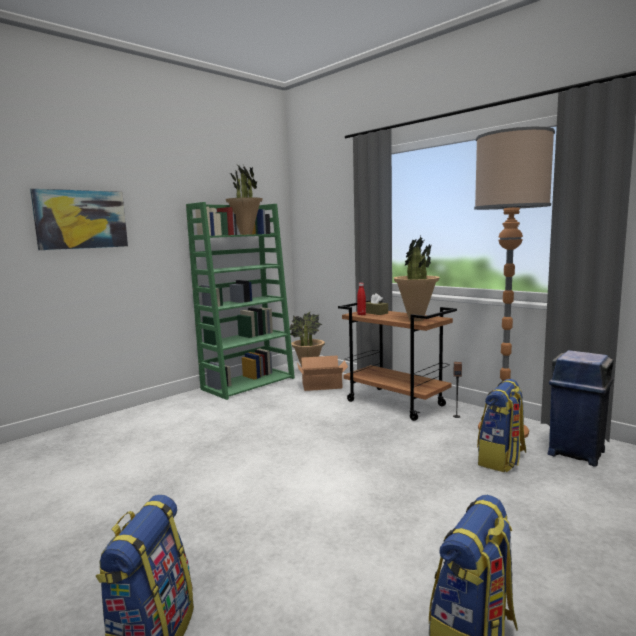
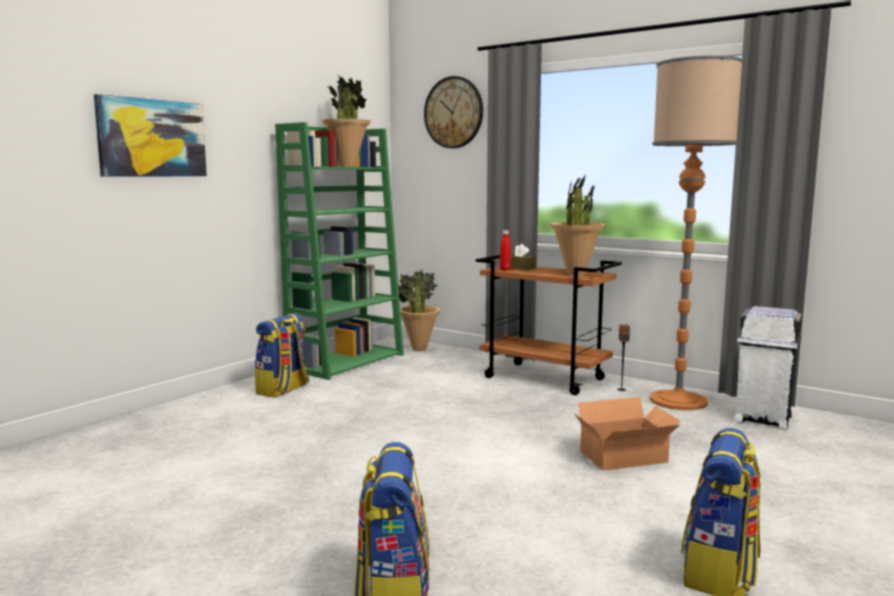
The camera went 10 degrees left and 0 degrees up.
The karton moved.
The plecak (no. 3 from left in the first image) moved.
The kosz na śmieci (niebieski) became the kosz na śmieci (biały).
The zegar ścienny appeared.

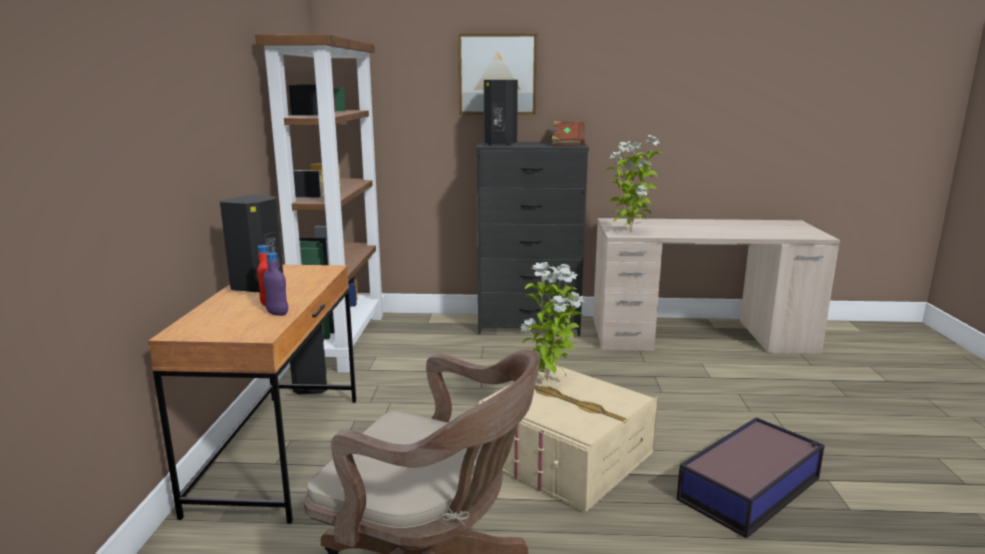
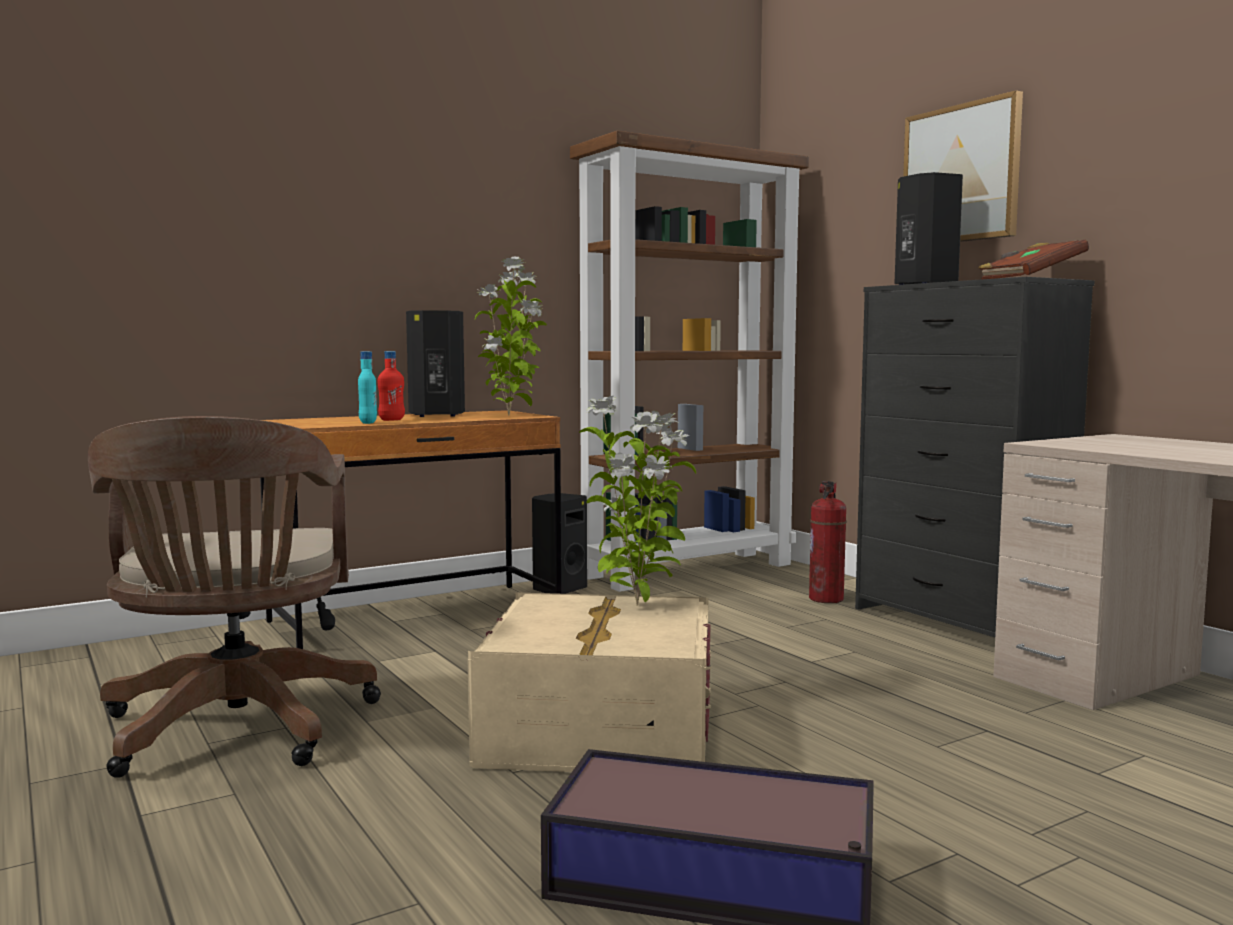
The camera went 55 degrees right and 10 degrees down.
The butelka (fioletowy) became the butelka (turkusowy).
The roślina doniczkowa (no. 2 from left in the first image) moved.
The gaśnica appeared.

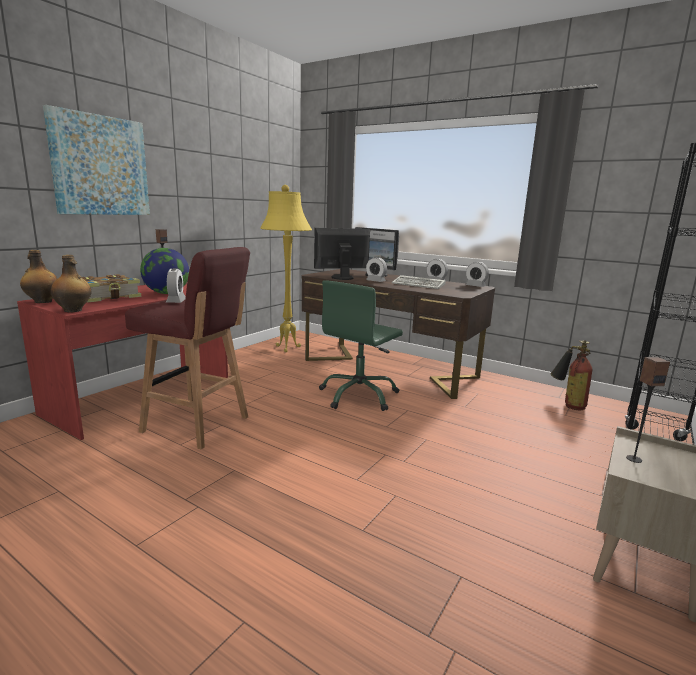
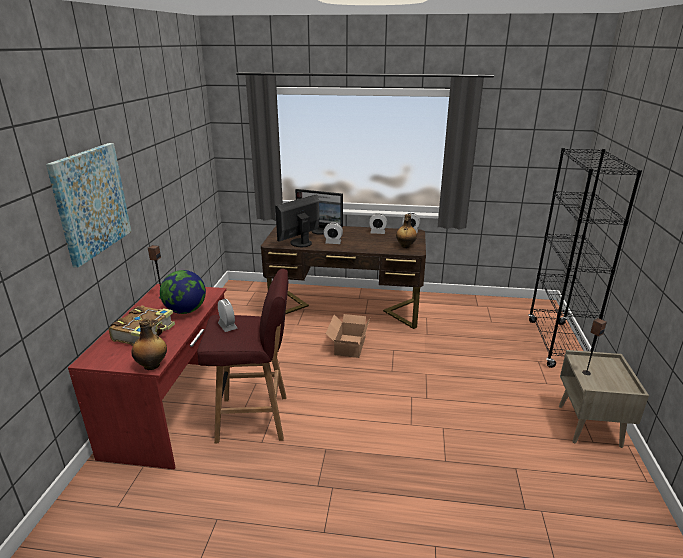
The camera went 25 degrees left and 10 degrees up.
The butelka (no. 1 from left in the first image) moved.
The lampa stojąca (żółty) disappeared.
The krzesło biurowe (zielony) was replaced by the karton.
The klawiatura disappeared.
The gaśnica disappeared.

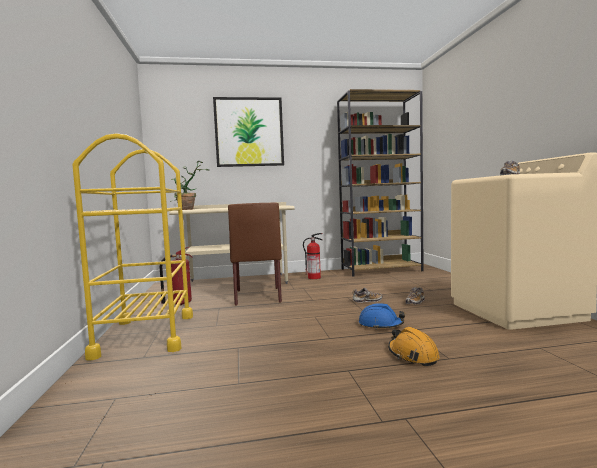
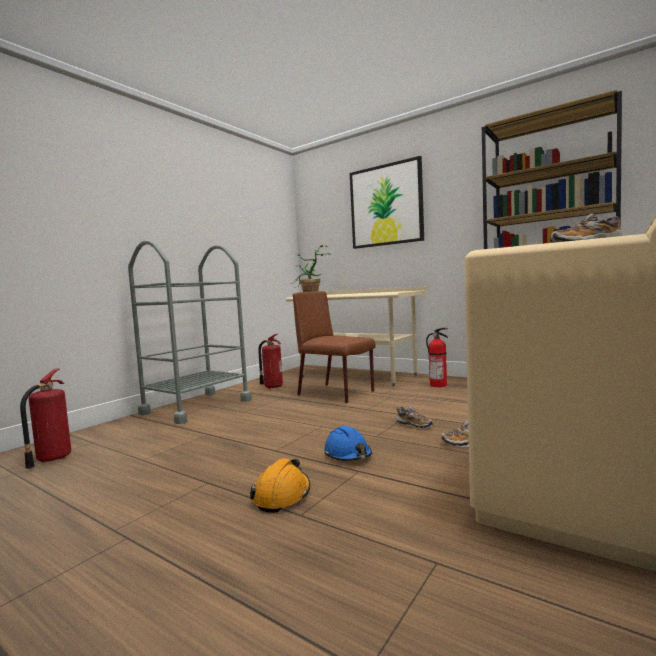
The camera went 45 degrees right and 0 degrees up.
The wózek (żółty) became the wózek (szary).
The krzesło (brązowy) turned 90 degrees clockwise.
The gaśnica (no. 1 from left) appeared.

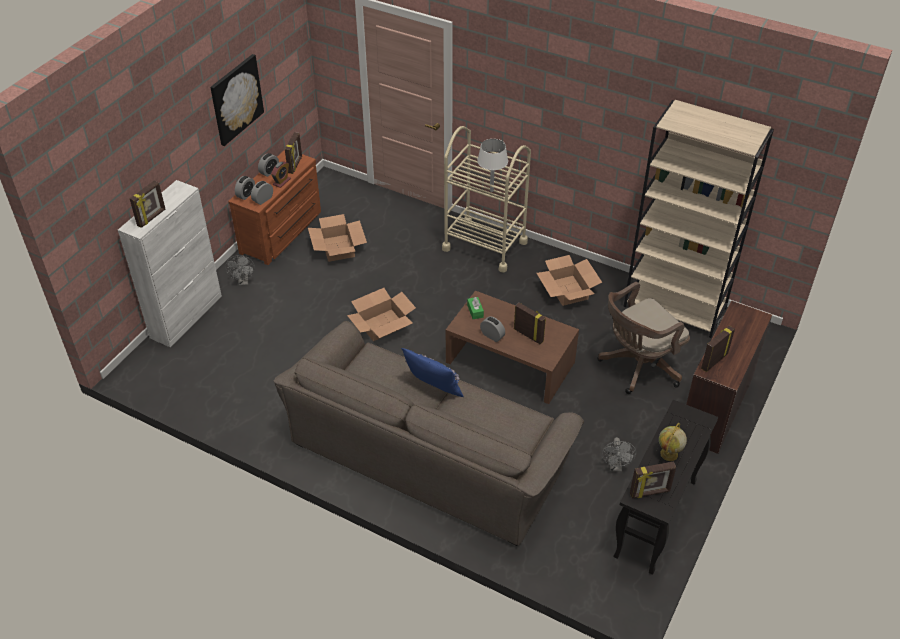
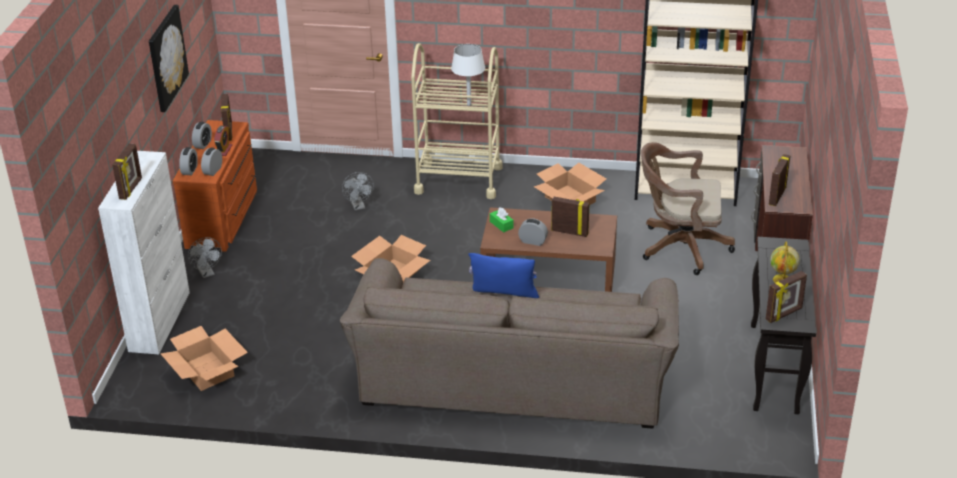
The camera went 20 degrees left and 10 degrees down.
The karton (no. 1 from left) moved.
The krzesło biurowe (brązowy) turned 60 degrees clockwise.
The wentylator (szary) (no. 2 from left) moved.

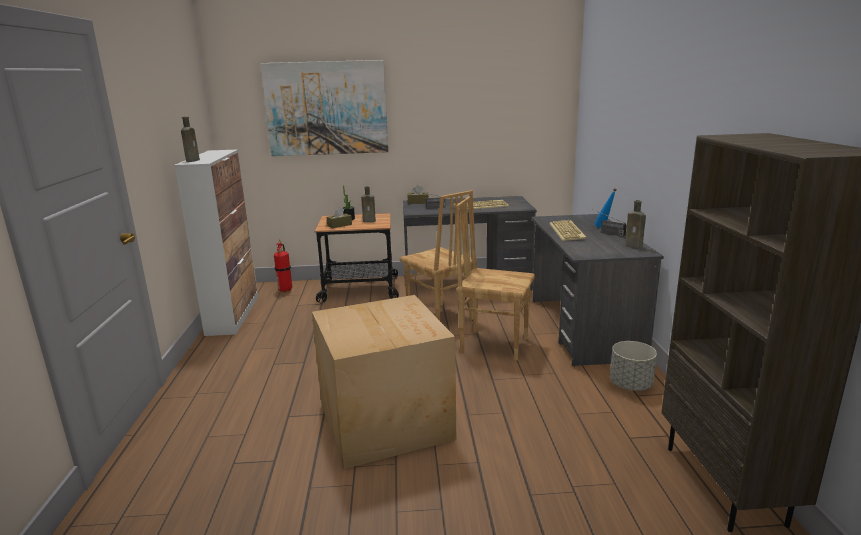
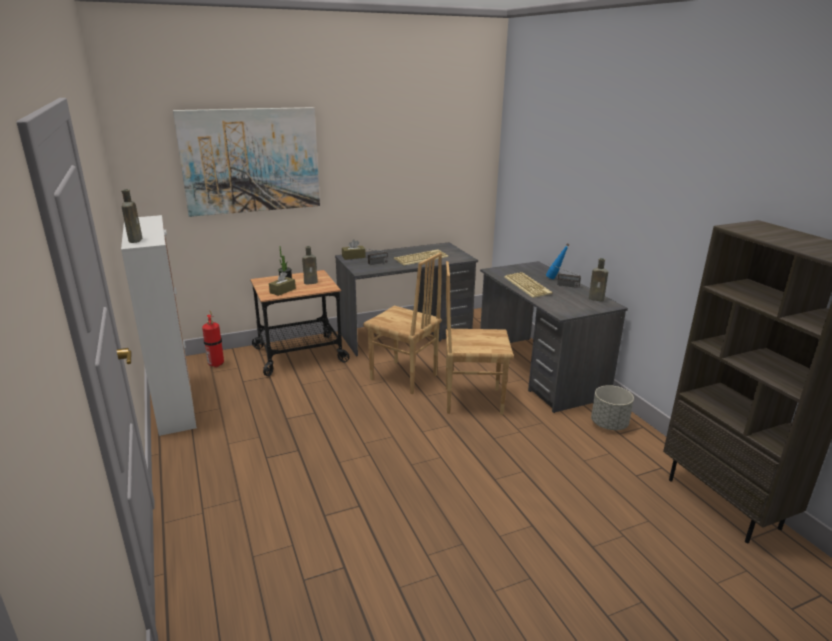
The camera went 20 degrees left and 5 degrees up.
The karton disappeared.

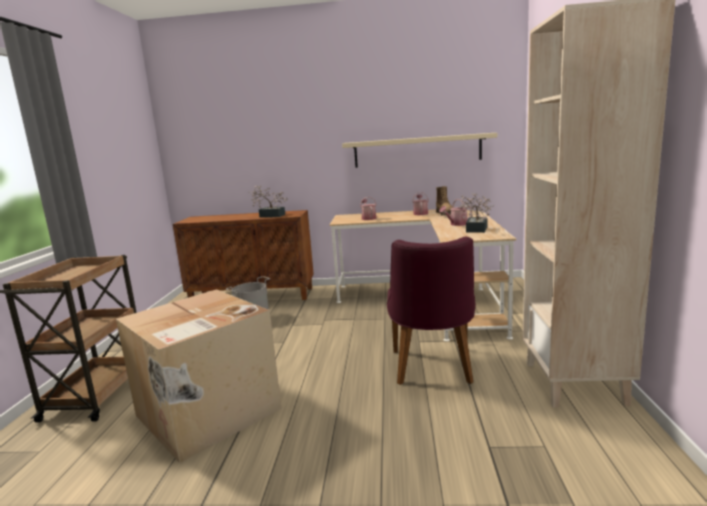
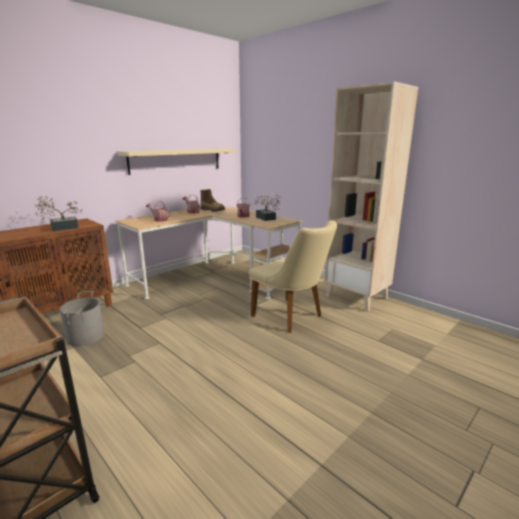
The camera went 50 degrees left and 5 degrees up.
The karton disappeared.
The krzesło (fioletowy) became the krzesło (beżowy).

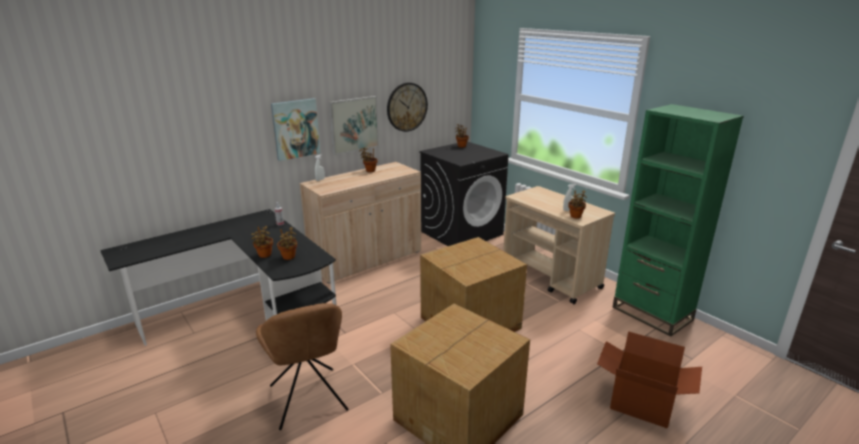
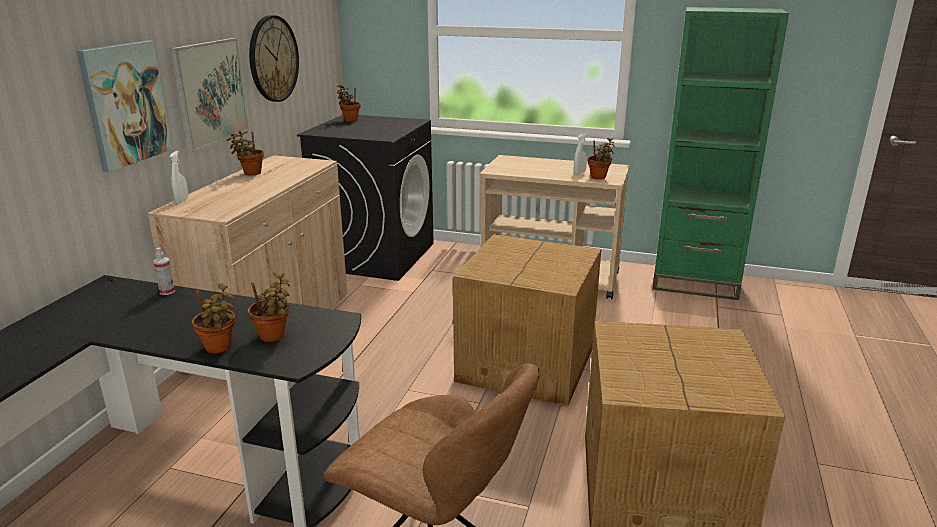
The camera went 35 degrees left and 0 degrees up.
The karton (no. 3 from left) disappeared.

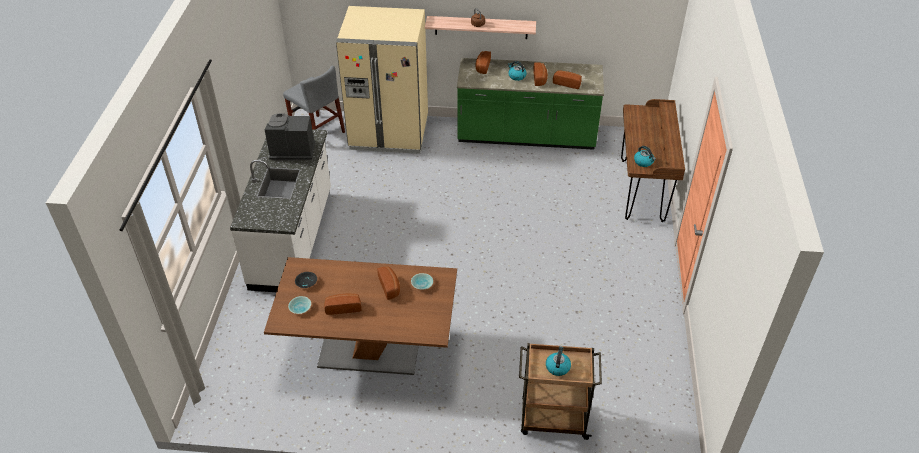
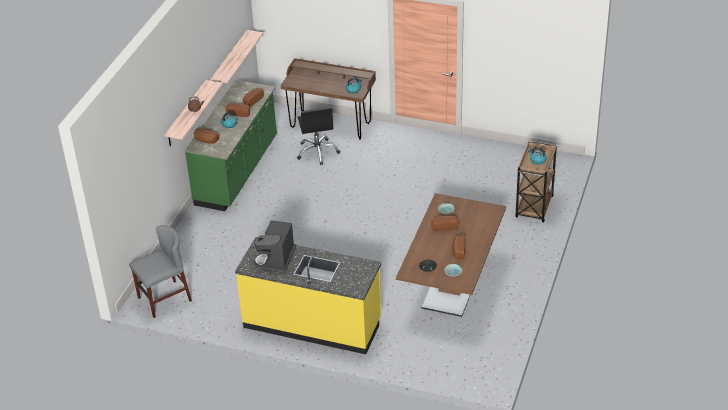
The camera went 75 degrees left and 5 degrees down.
The zabudowa kuchenna (biały) became the zabudowa kuchenna (żółty).
The lodówka (beżowy) disappeared.
The półka (no. 2 from left) appeared.
The krzesło biurowe (czarny) appeared.

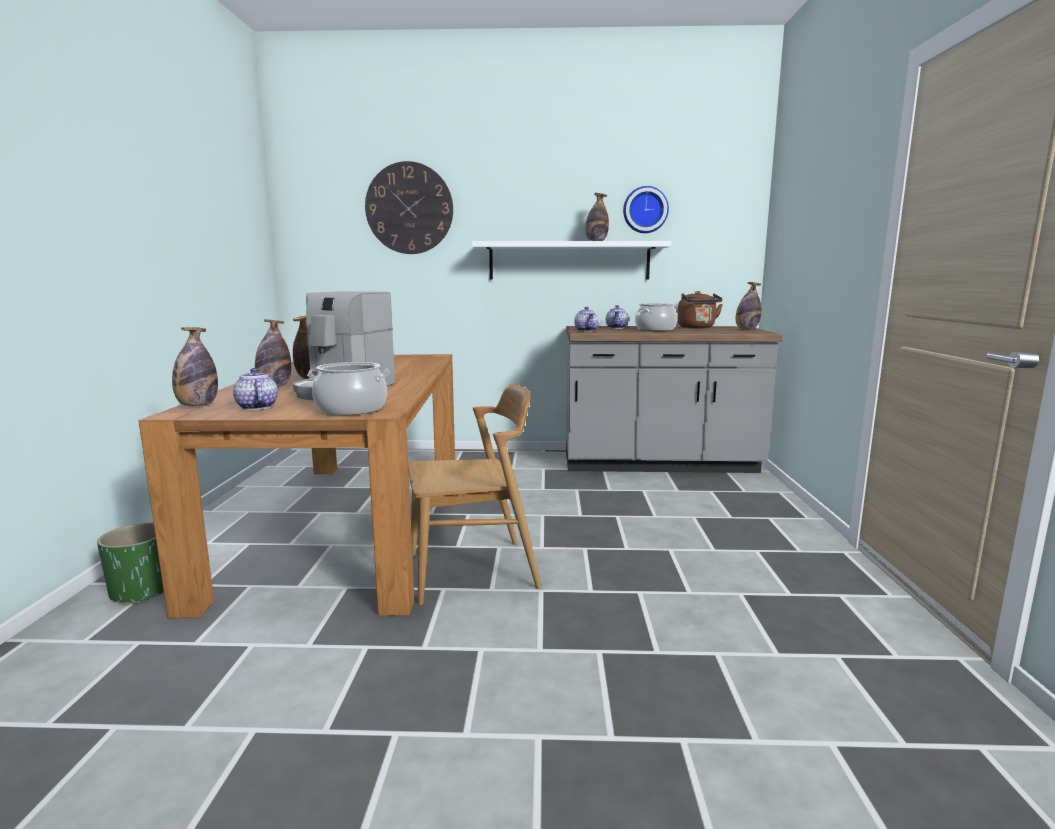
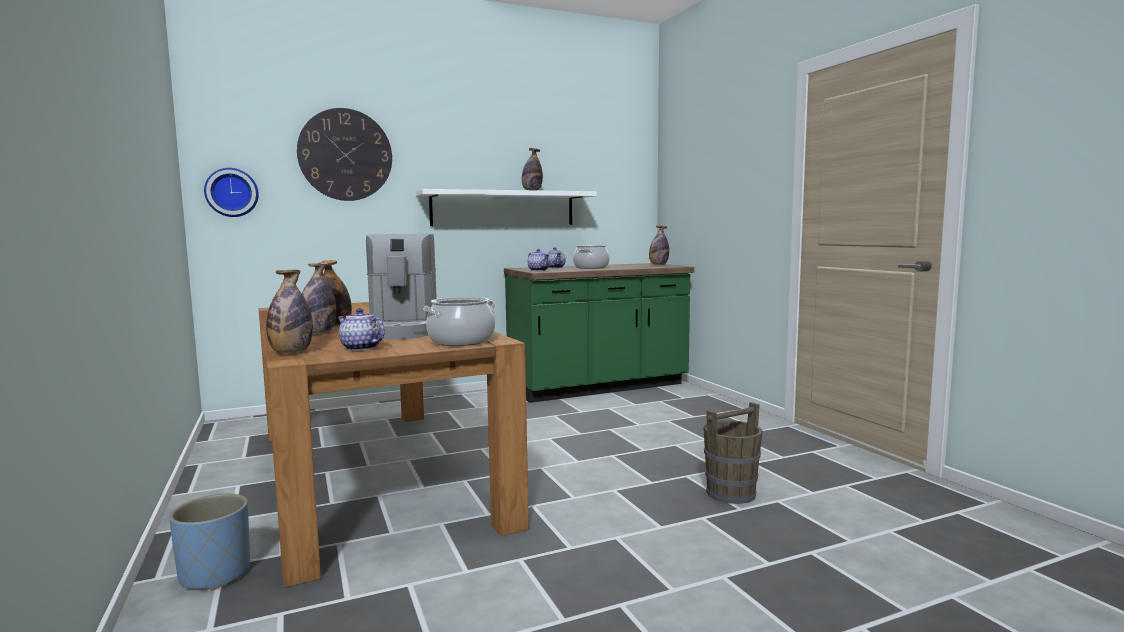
The camera went 25 degrees left and 5 degrees down.
The donica (zielony) became the donica (niebieski).
The krzesło (brązowy) disappeared.
The zabudowa kuchenna (szary) became the zabudowa kuchenna (zielony).
The zegar ścienny (no. 2 from left in the first image) moved.
The czajnik (brązowy) disappeared.
The wiadro (brązowy) appeared.

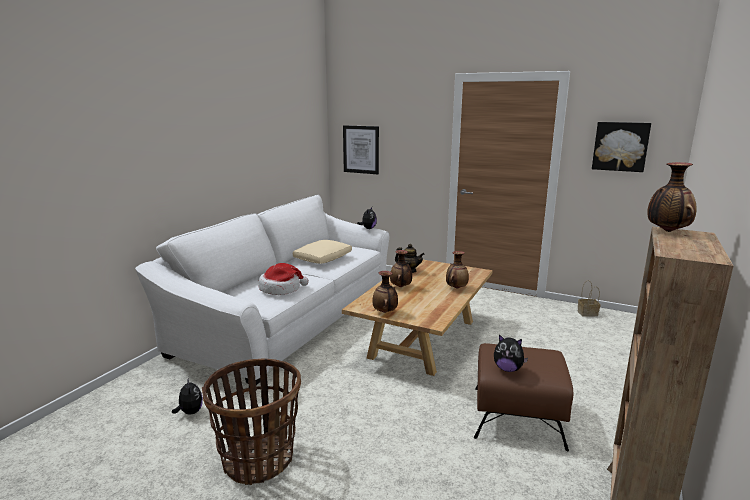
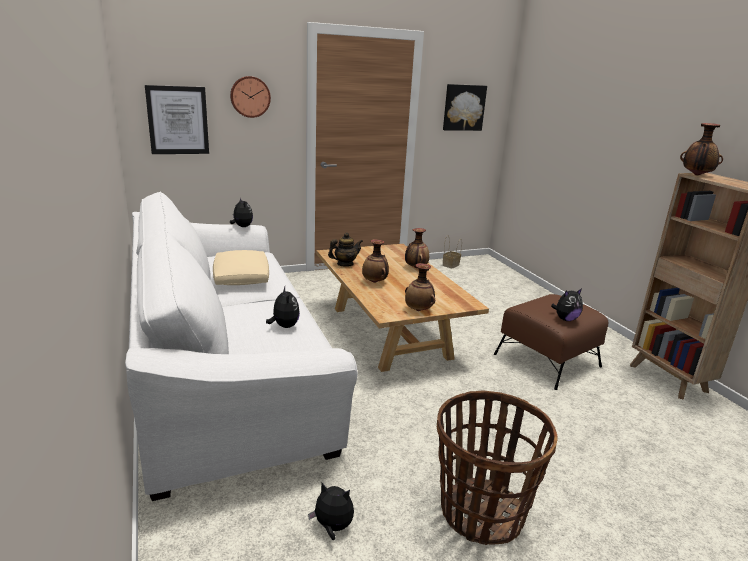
The camera went 50 degrees left and 5 degrees up.
The kapelusz was replaced by the pluszak (no. 2 from left).
The zegar ścienny appeared.

